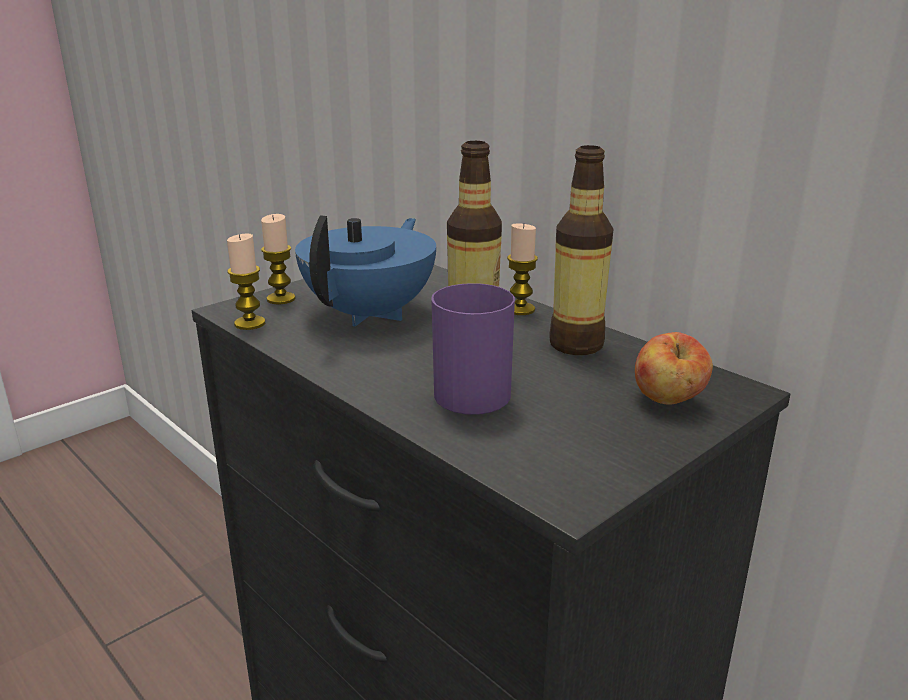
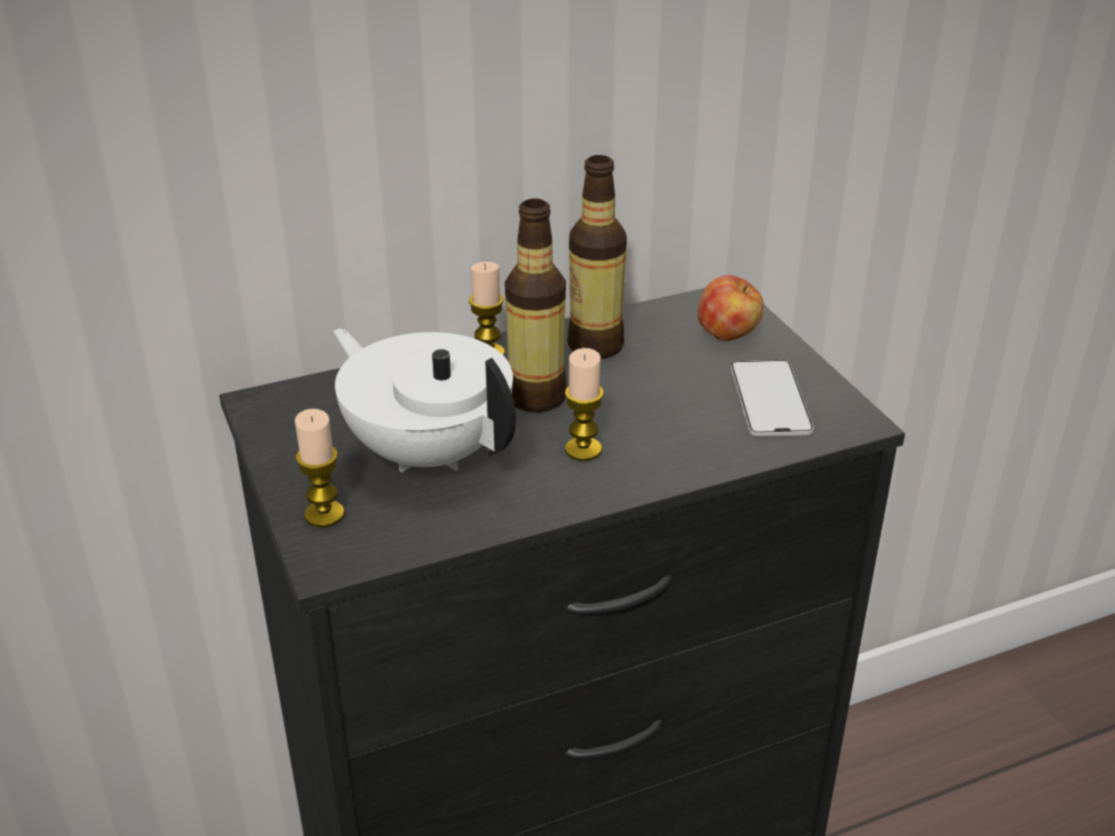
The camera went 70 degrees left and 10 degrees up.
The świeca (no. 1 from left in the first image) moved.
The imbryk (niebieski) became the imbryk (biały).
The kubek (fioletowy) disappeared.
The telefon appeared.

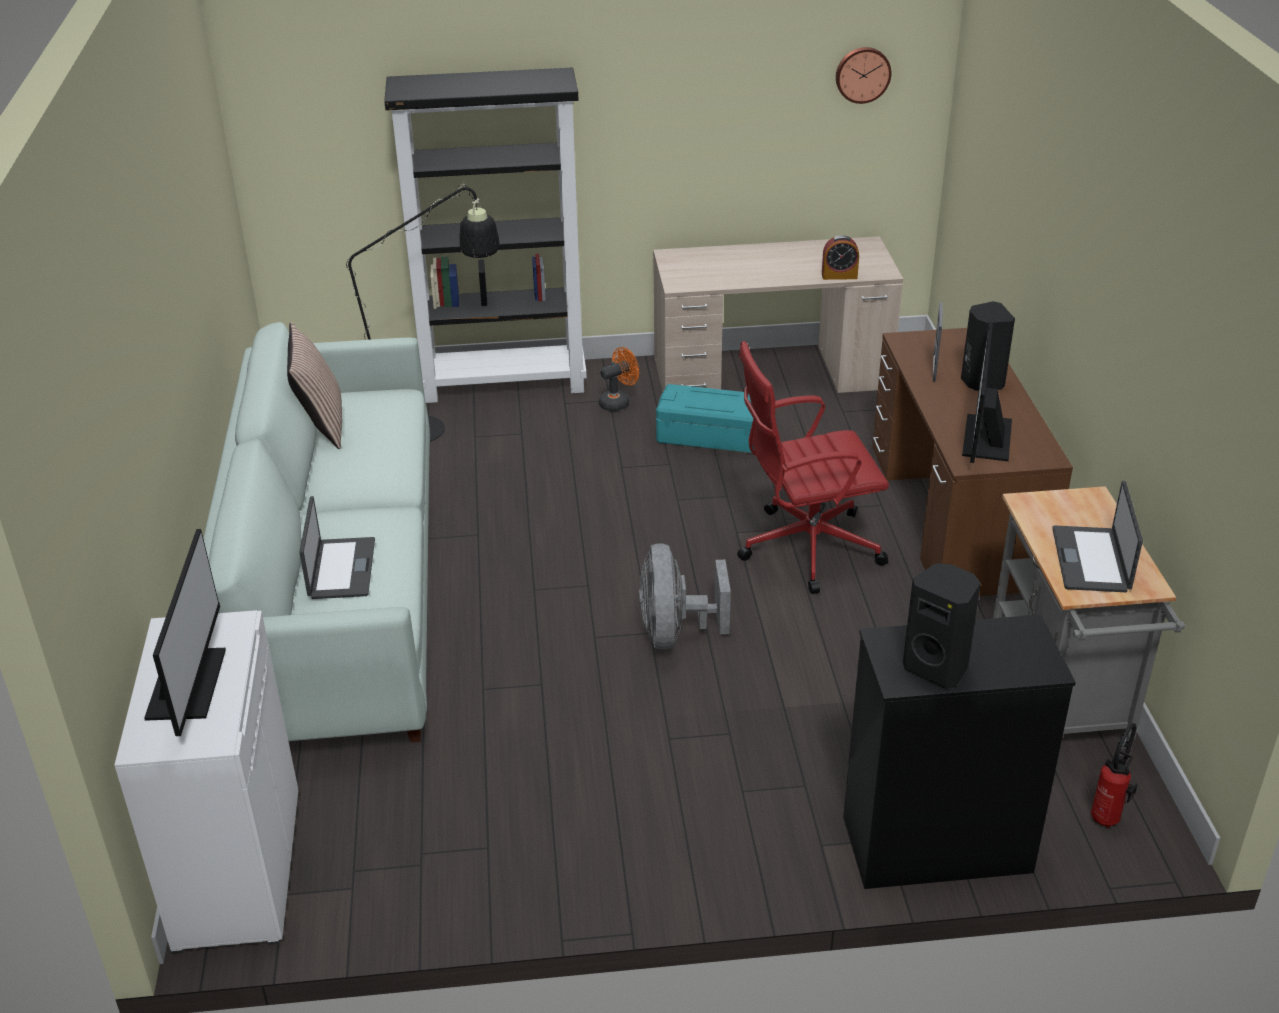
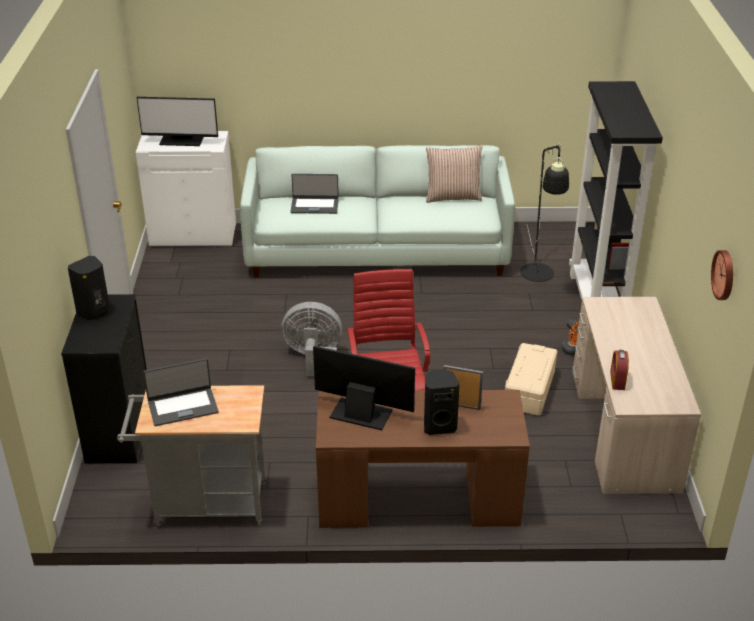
The camera went 95 degrees right and 0 degrees up.
The pojemnik do przechowywania (turkusowy) became the pojemnik do przechowywania (beżowy).
The laptop (no. 2 from left in the first image) turned 150 degrees clockwise.
The gaśnica disappeared.

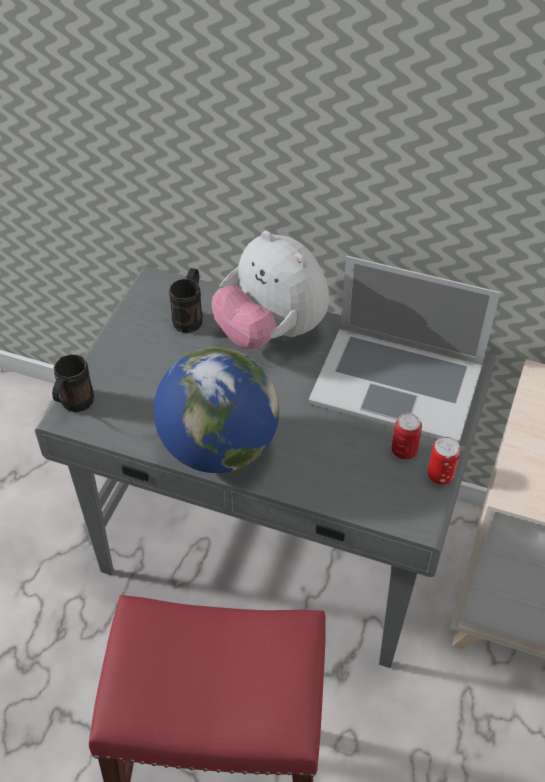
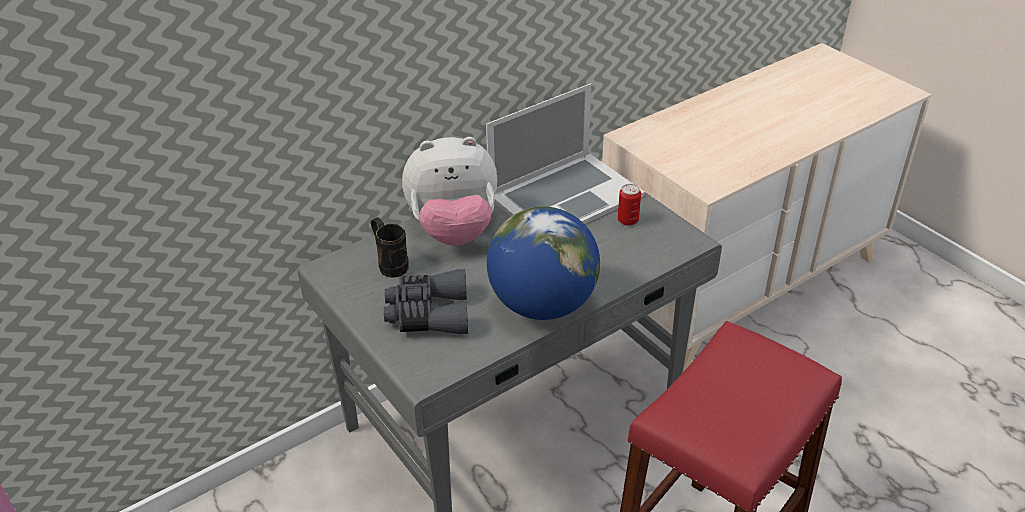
The camera went 55 degrees left and 10 degrees down.
The kubek (czarny) (no. 1 from left) disappeared.
The puszka (no. 2 from left) disappeared.
The lornetka (szary) appeared.

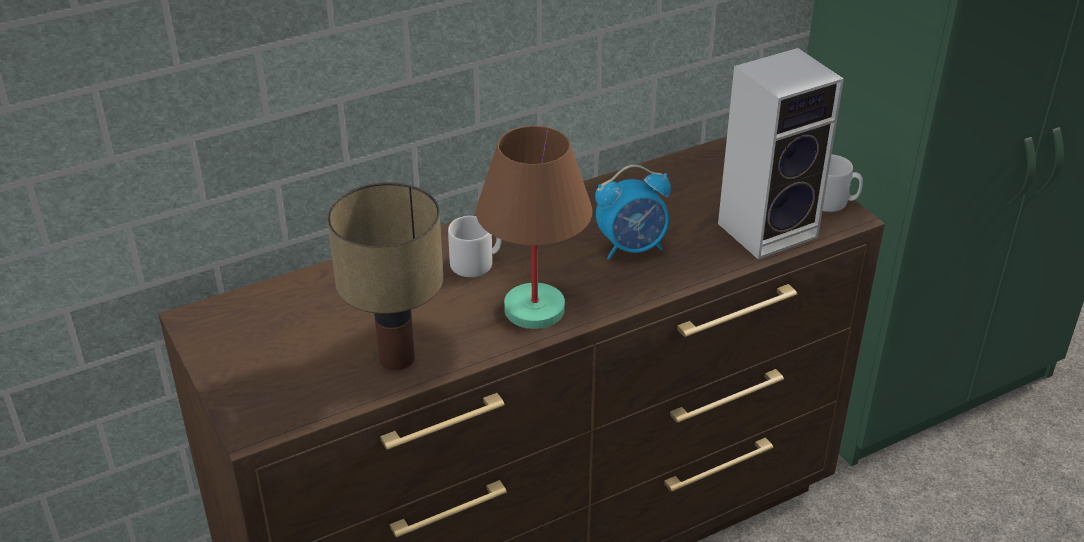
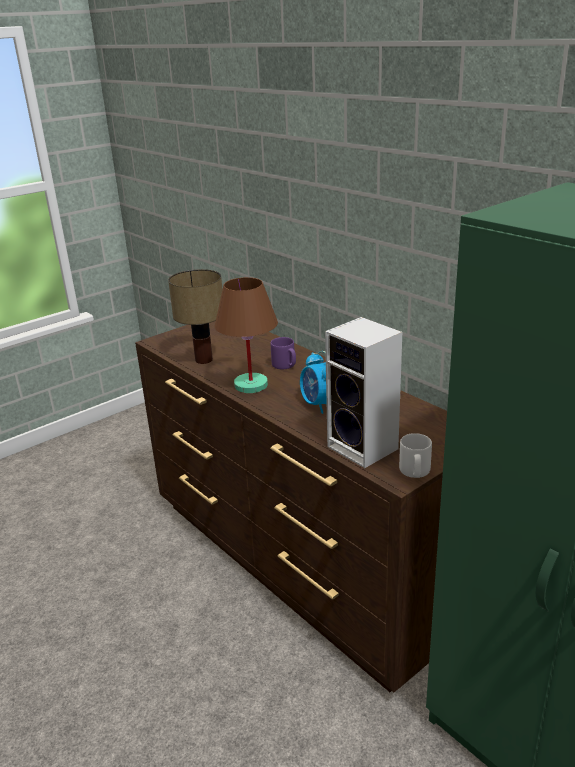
The camera went 80 degrees right and 10 degrees down.
The kubek (szary) (no. 1 from left) became the kubek (fioletowy).

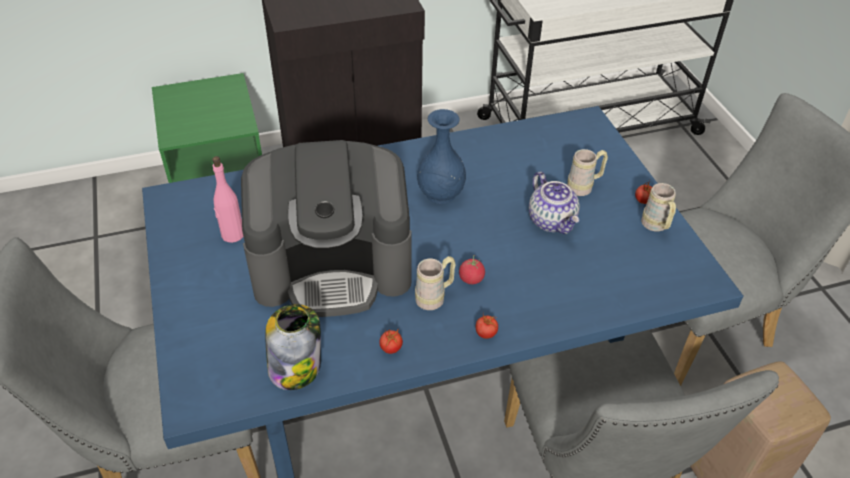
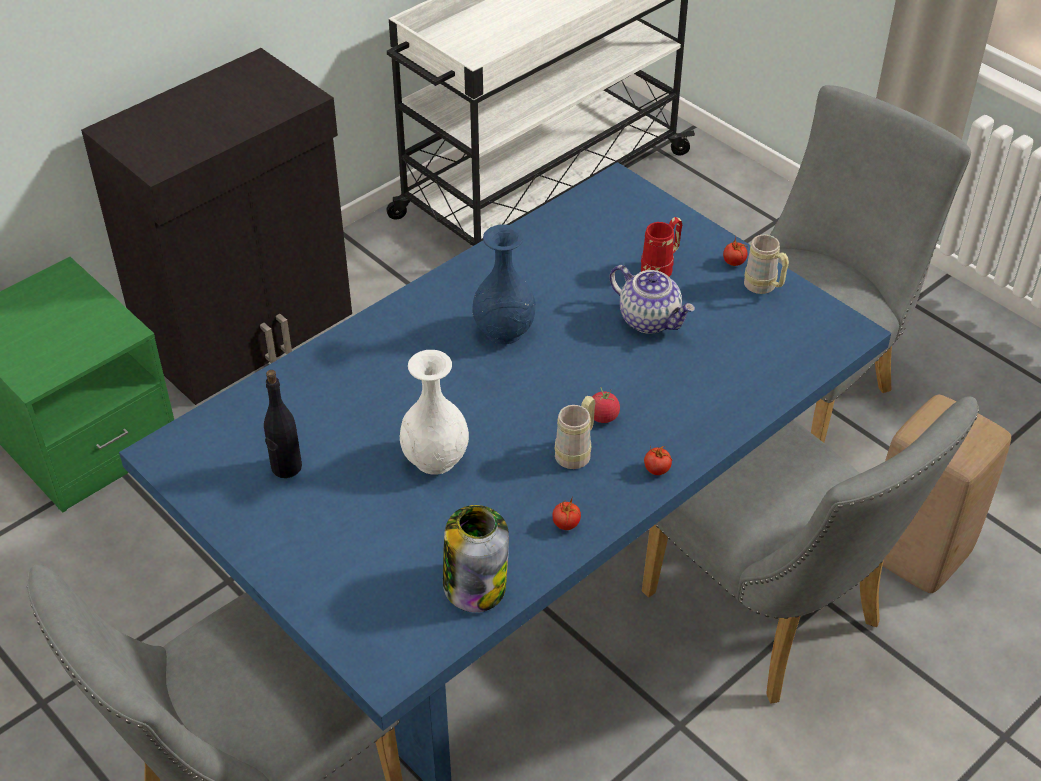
The camera went 25 degrees left and 0 degrees up.
The butelka (różowy) became the butelka (czarny).
The ekspres do kawy was replaced by the wazon (biały).
The kubek (beżowy) (no. 2 from left) became the kubek (czerwony).

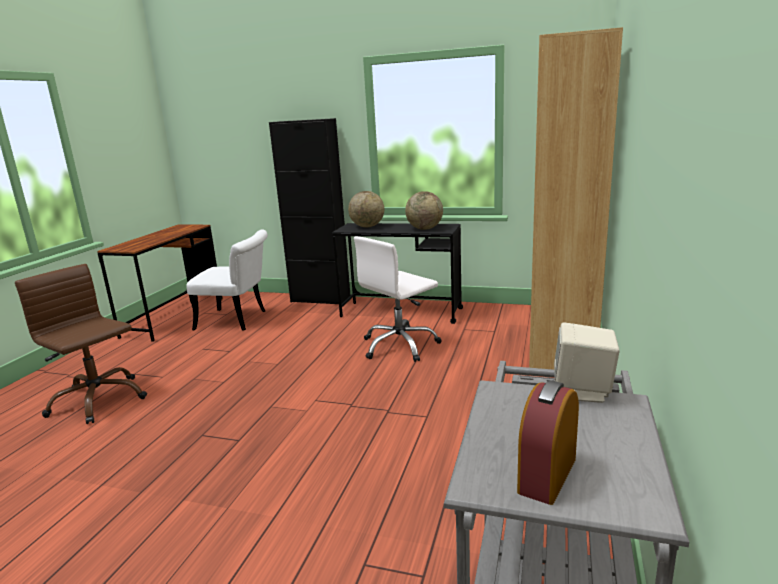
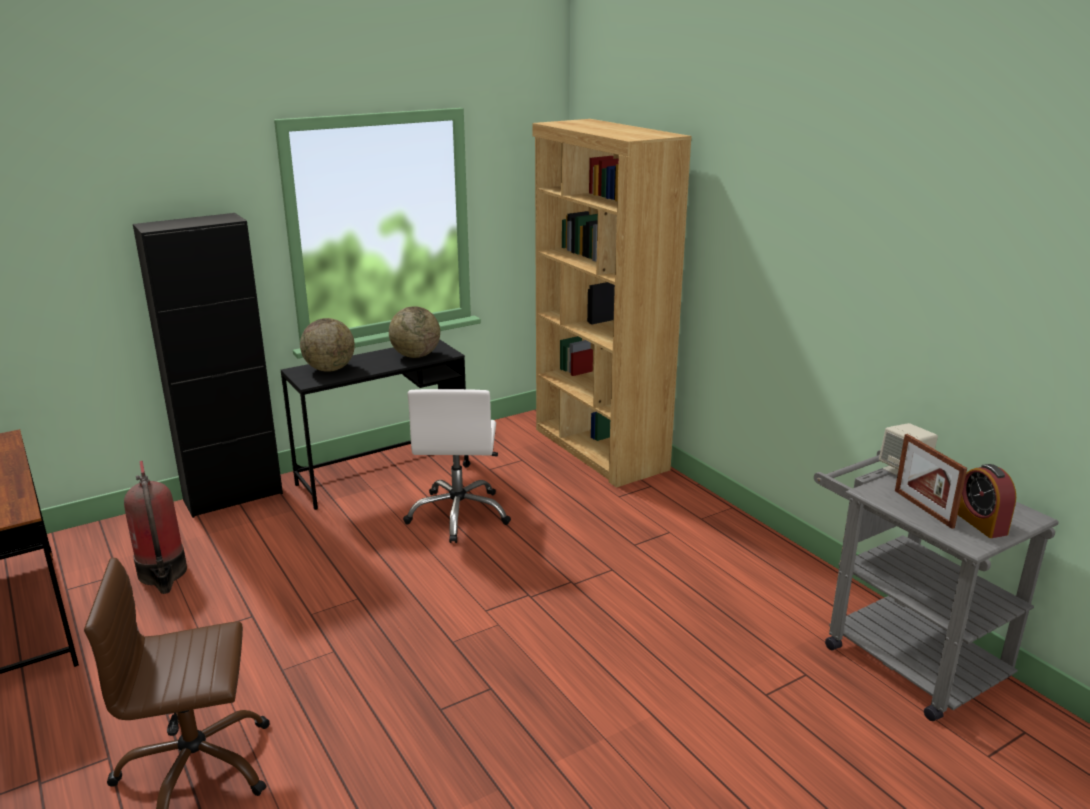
The camera went 50 degrees left and 5 degrees up.
The krzesło (biały) was replaced by the gaśnica.
The ramka na zdjęcie appeared.

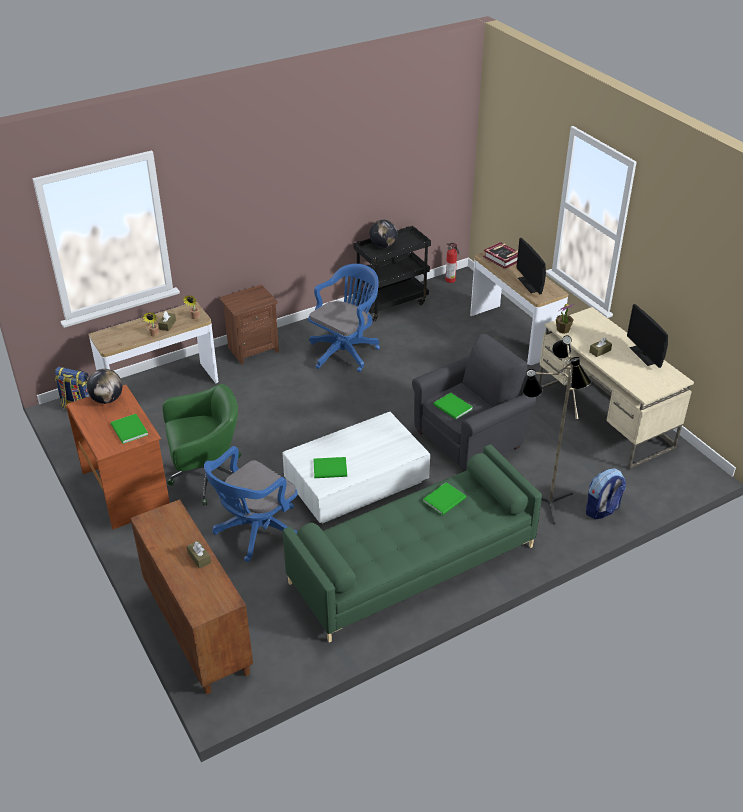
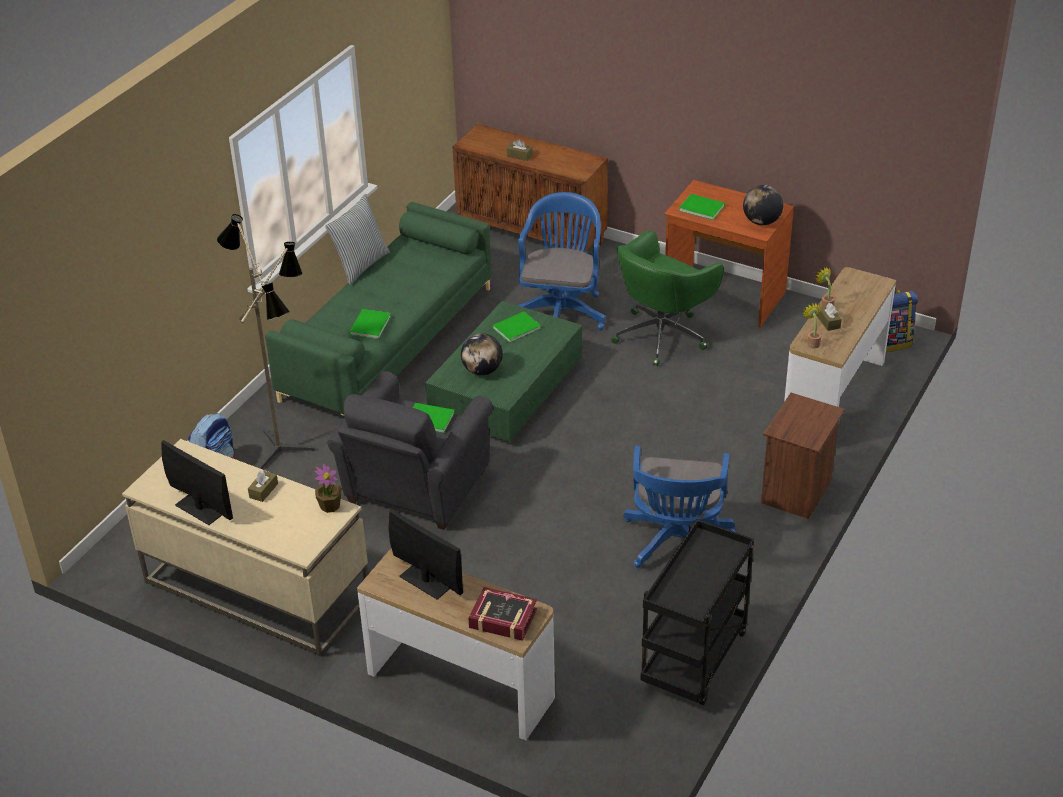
The camera went 150 degrees right and 0 degrees up.
The ława (biały) became the ława (zielony).
The globus (no. 2 from left in the first image) moved.
The gaśnica disappeared.
The poduszka appeared.

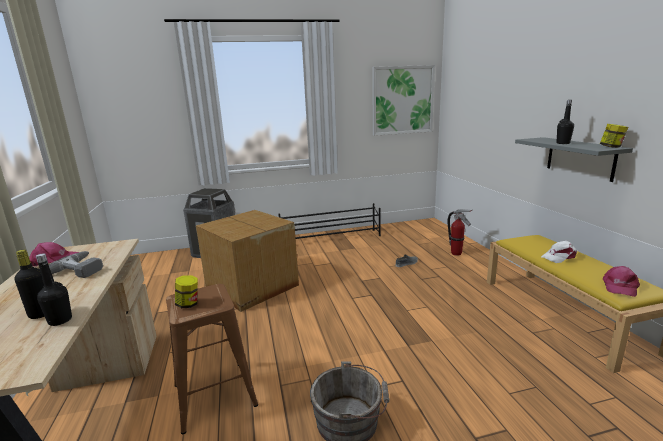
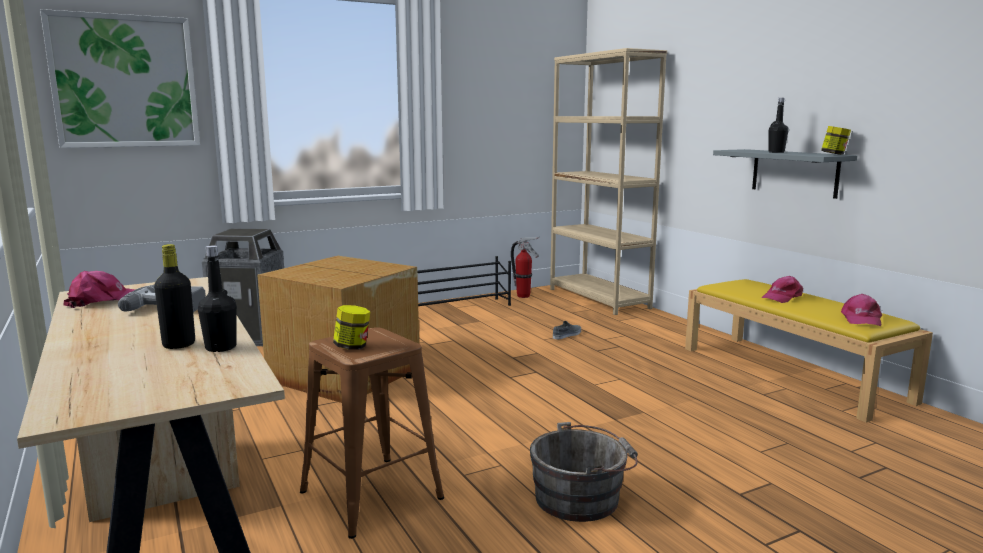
The camera went 15 degrees left and 5 degrees down.
The obraz moved.
The gaśnica moved.
The czapka z daszkiem (biały) became the czapka z daszkiem (różowy) (no. 2 from left).
The regał (beżowy) appeared.

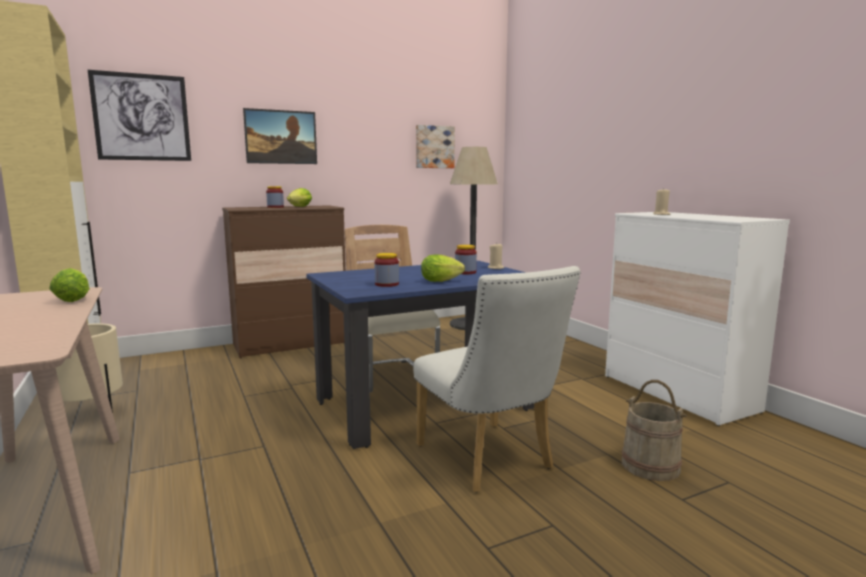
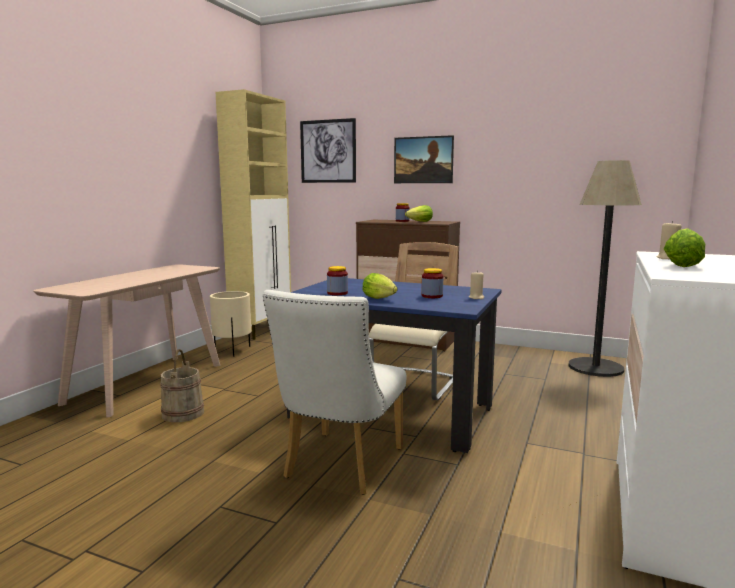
The camera went 50 degrees right and 0 degrees up.
The sałata (no. 1 from left in the first image) moved.
The obraz (no. 3 from left) disappeared.
The wiadro (beżowy) moved.

